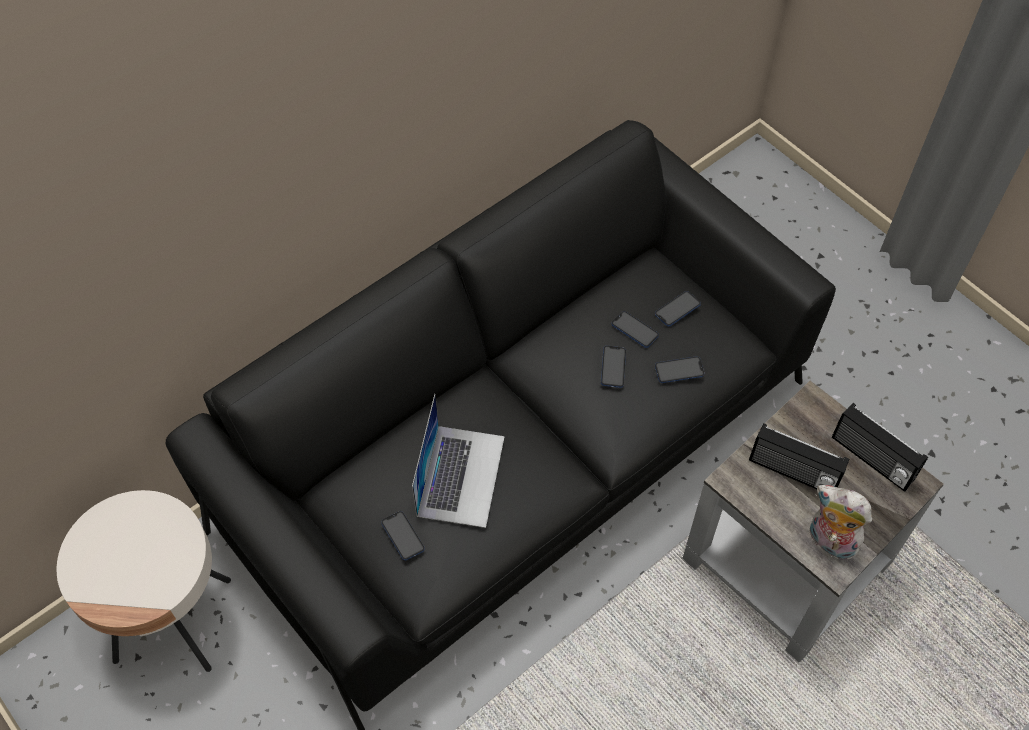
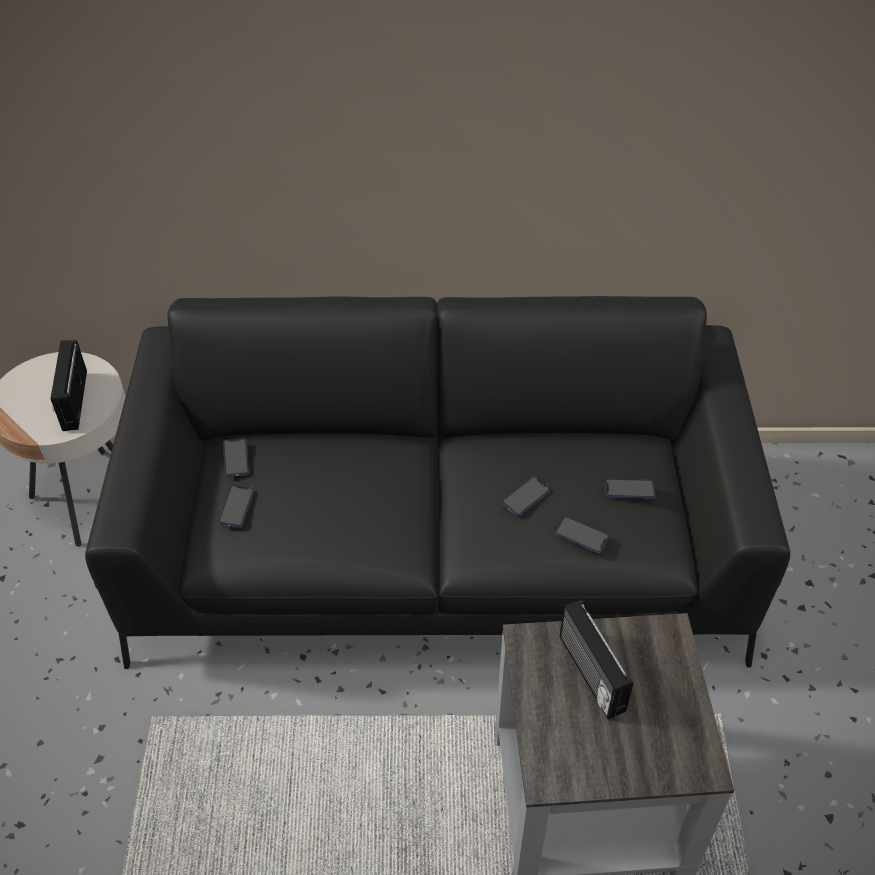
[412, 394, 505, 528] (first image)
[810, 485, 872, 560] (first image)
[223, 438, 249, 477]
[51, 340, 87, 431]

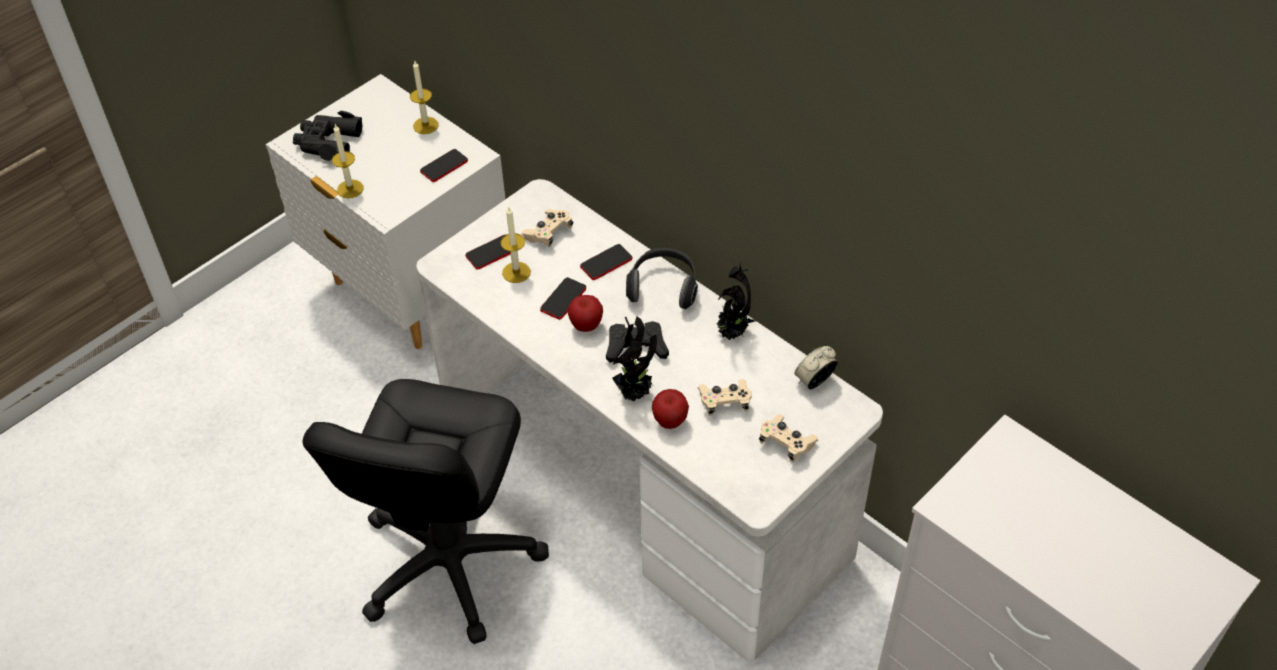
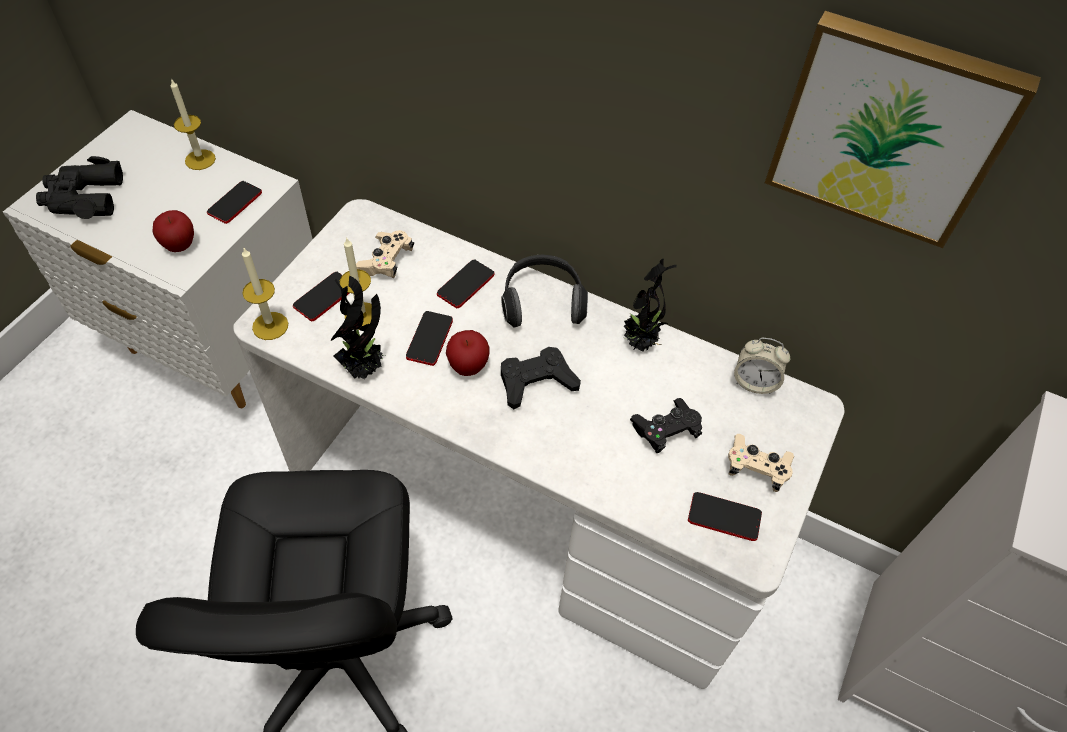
[688, 492, 762, 541]
[765, 11, 1041, 248]
[242, 248, 288, 340]
[331, 275, 385, 379]
[153, 210, 194, 252]
[630, 398, 702, 453]
[734, 338, 790, 394]

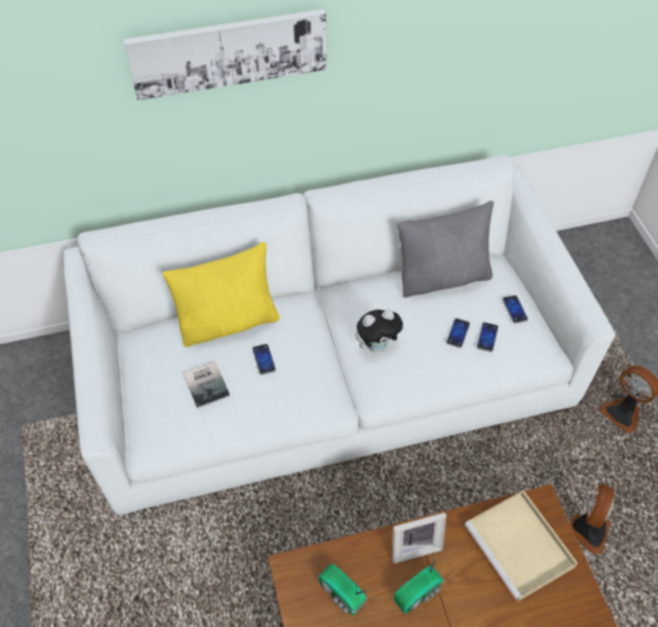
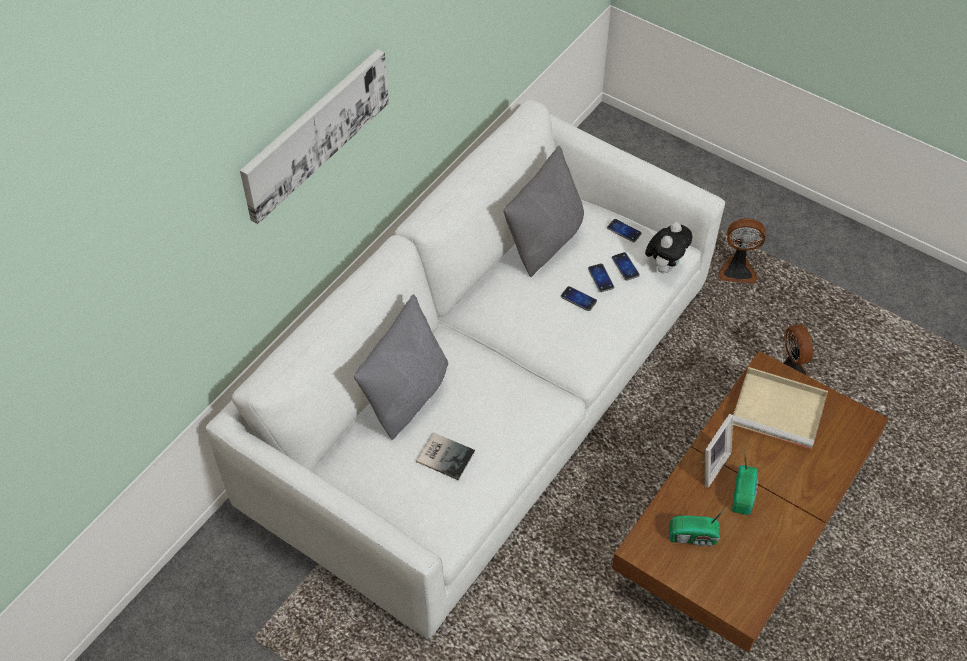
[561, 286, 597, 311]
[645, 222, 692, 273]
[354, 294, 448, 440]

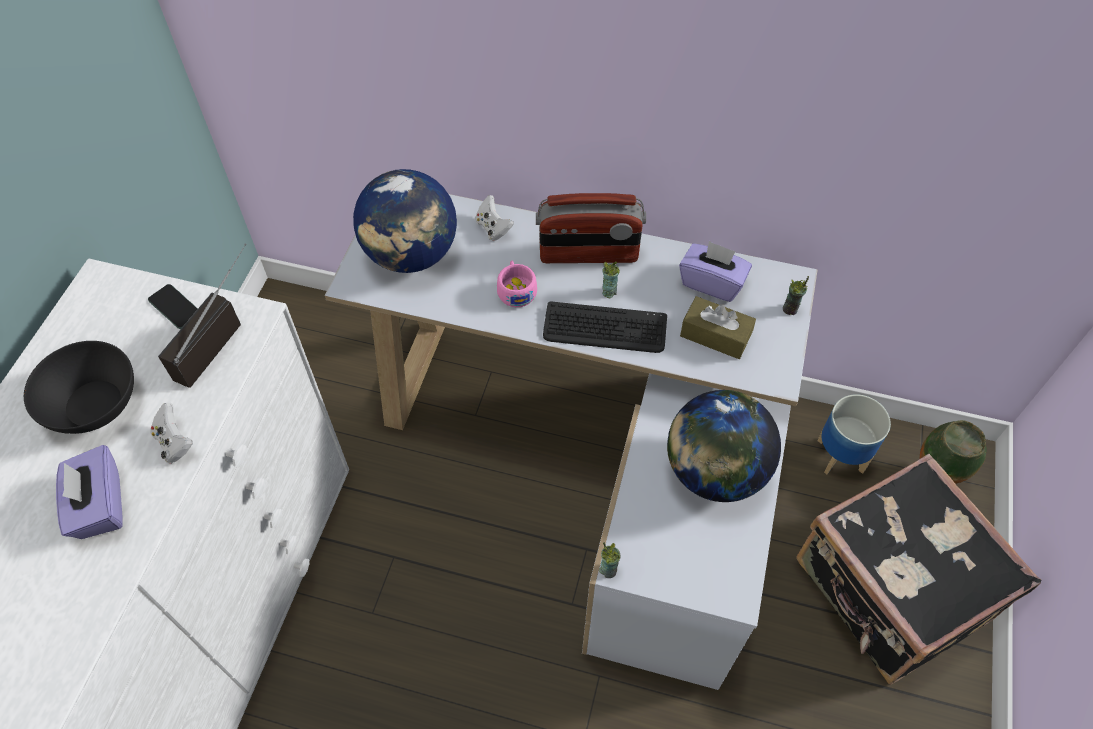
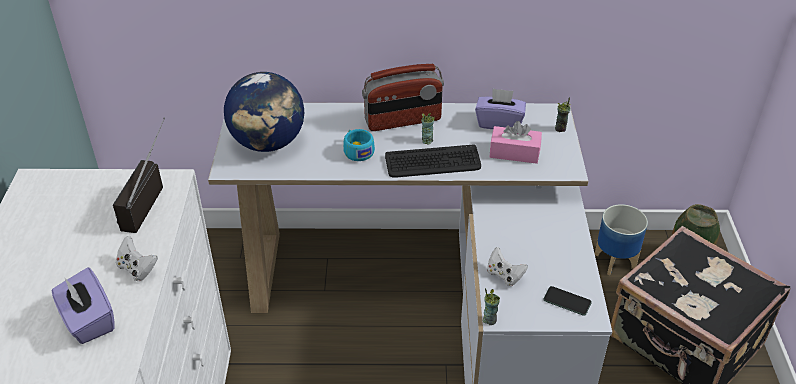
[24, 341, 134, 434] (first image)
[667, 390, 781, 502] (first image)
[543, 286, 592, 316]
[487, 247, 528, 286]
[343, 129, 375, 161]
[490, 121, 542, 164]

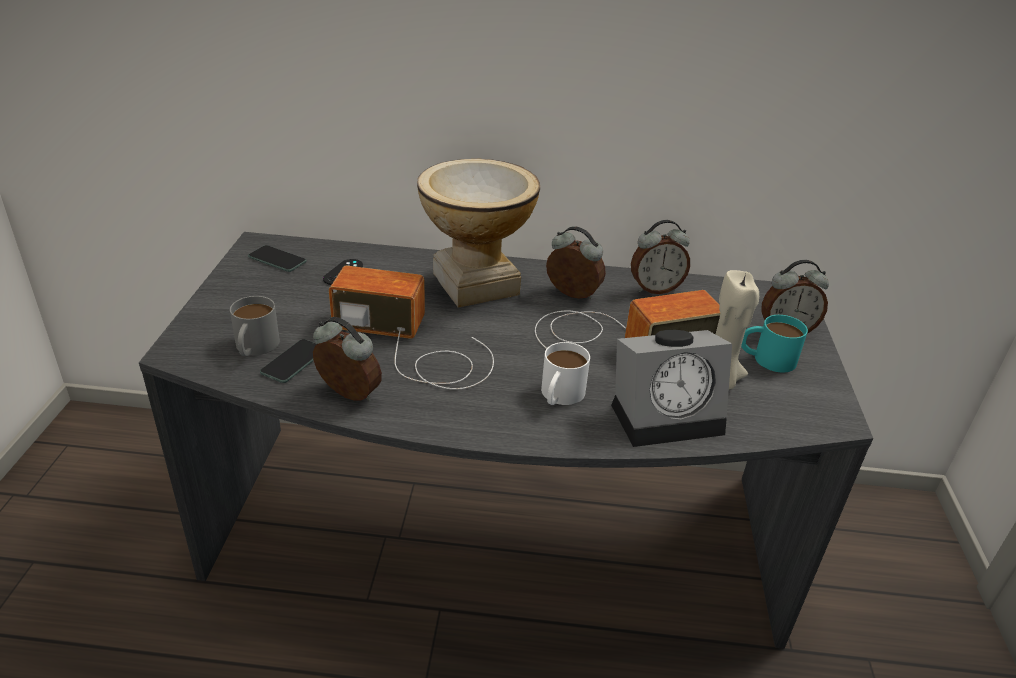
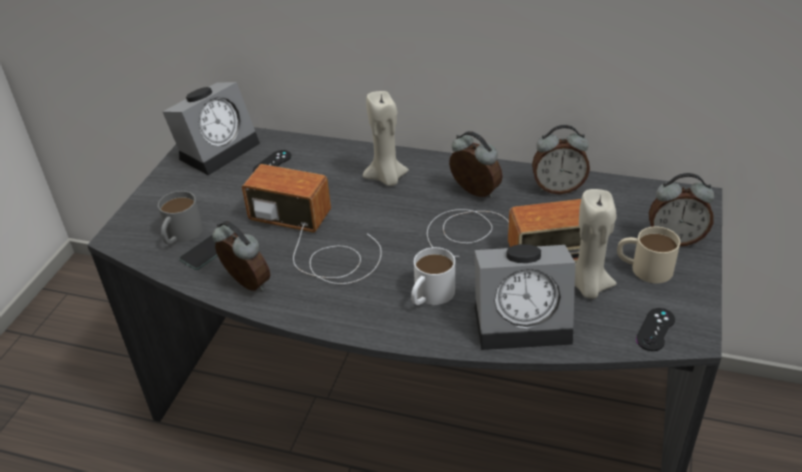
[636, 308, 675, 351]
[163, 82, 260, 175]
[363, 91, 409, 186]
[617, 226, 680, 283]

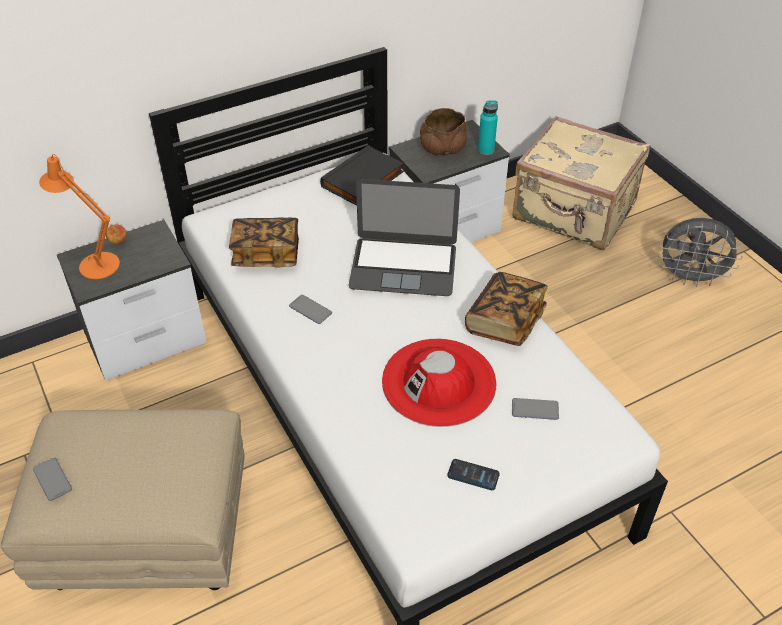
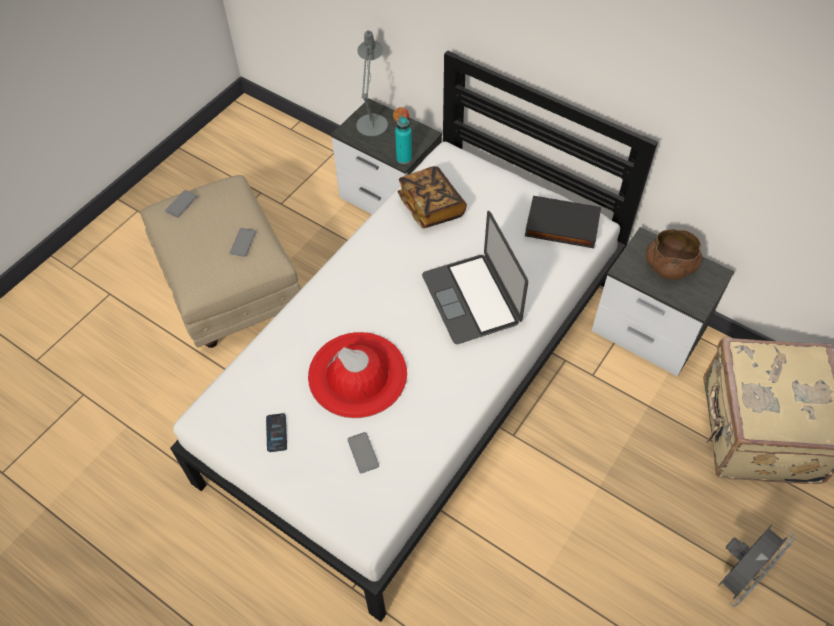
[465, 272, 548, 346] (first image)
[230, 228, 256, 257]
[395, 116, 412, 164]
[356, 30, 388, 136]
[718, 525, 795, 607]

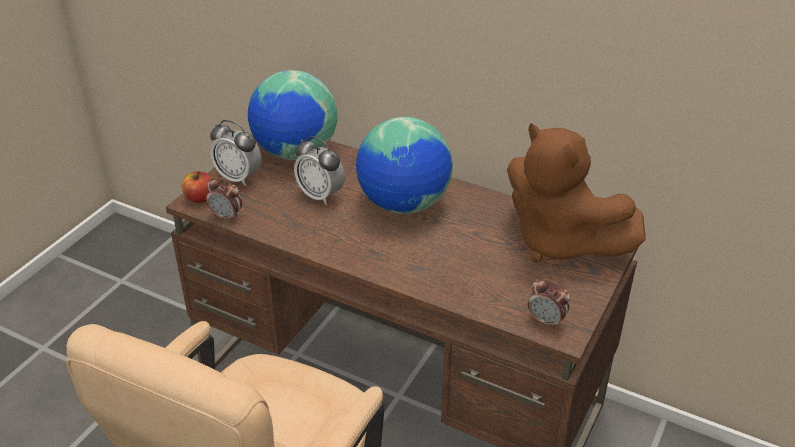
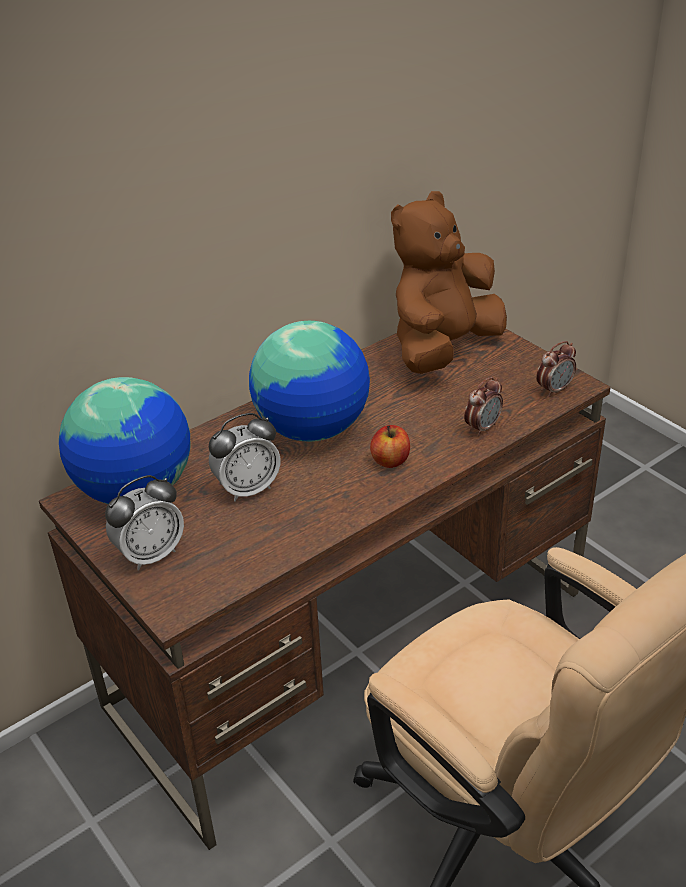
[370, 425, 410, 468]
[464, 377, 503, 436]
[391, 191, 507, 374]

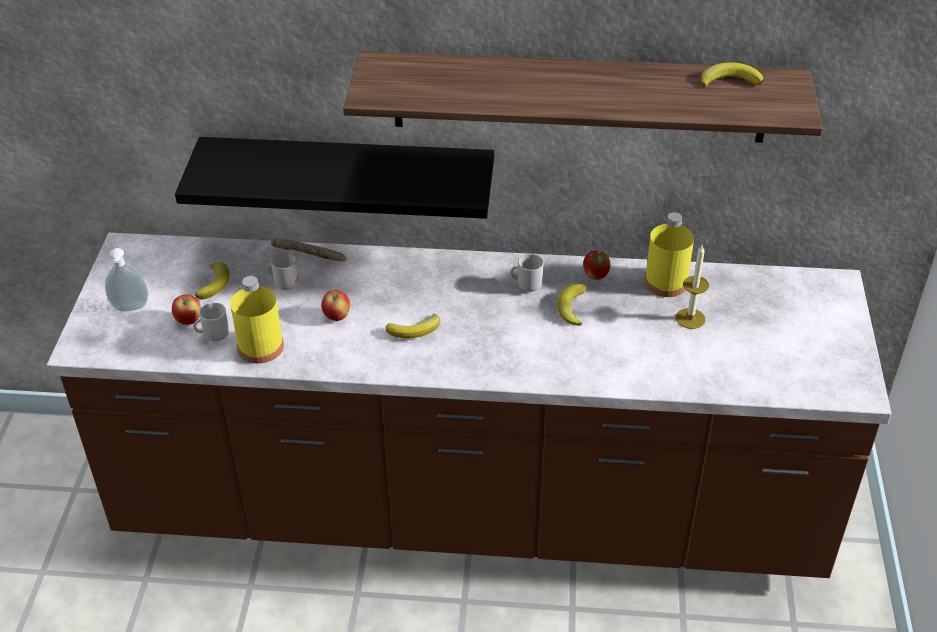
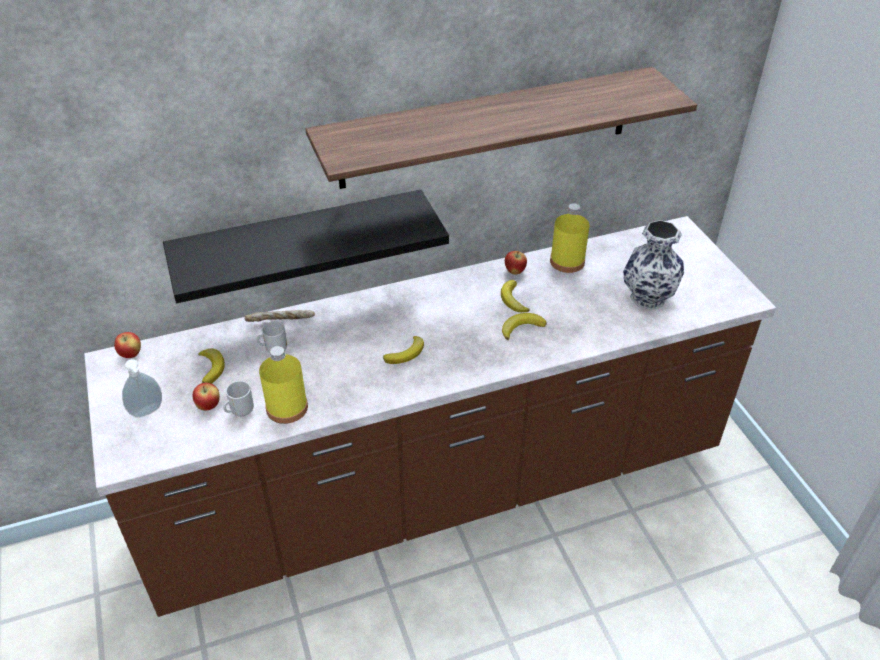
[510, 254, 544, 292] (first image)
[676, 245, 709, 329] (first image)
[623, 220, 684, 310]
[114, 332, 141, 358]
[502, 313, 547, 340]

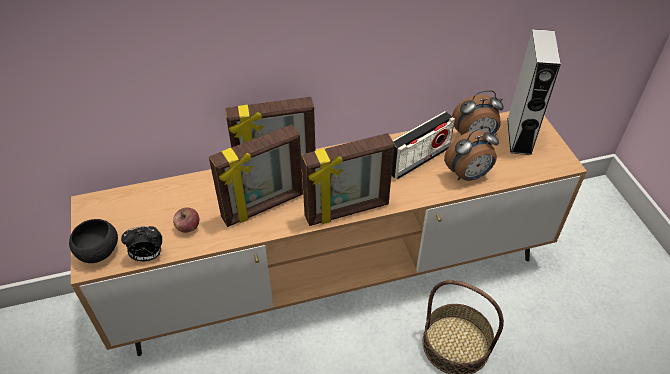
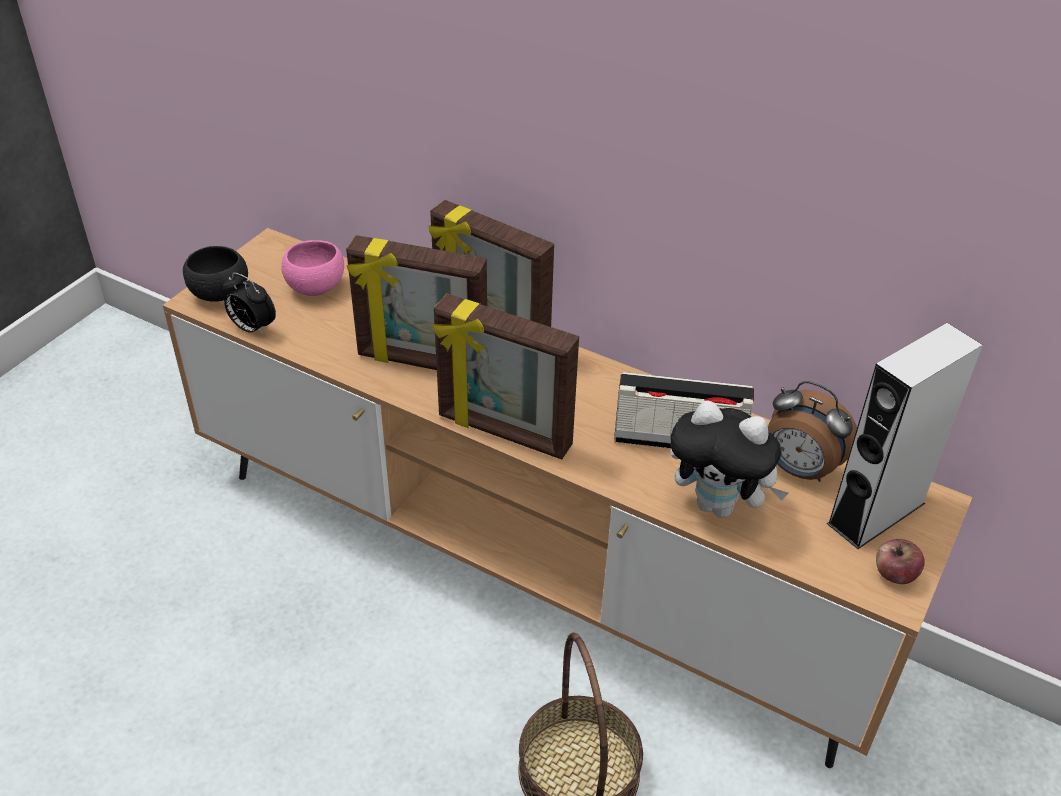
[281, 240, 344, 296]
[876, 539, 925, 584]
[670, 401, 788, 518]

